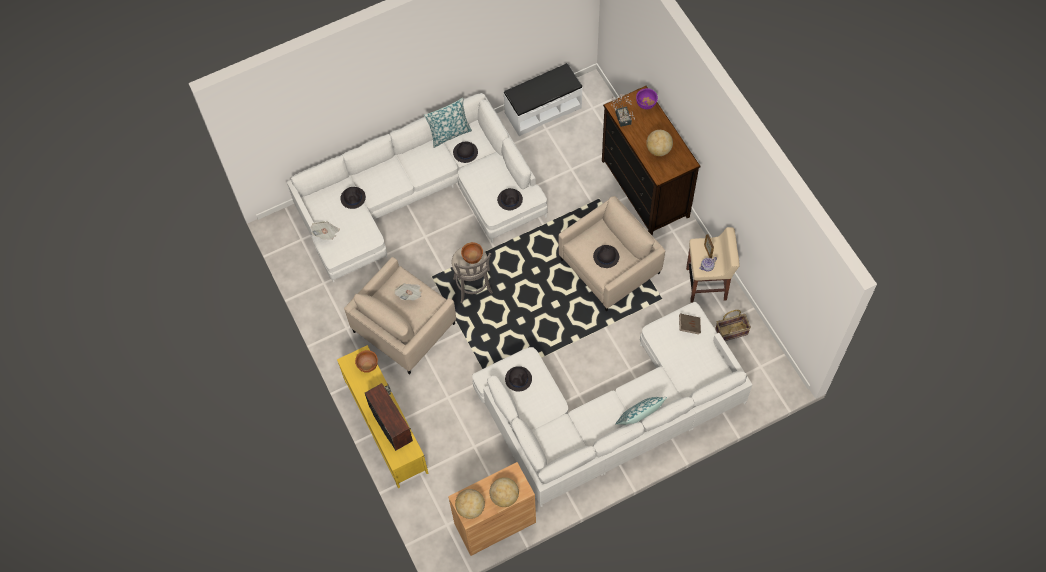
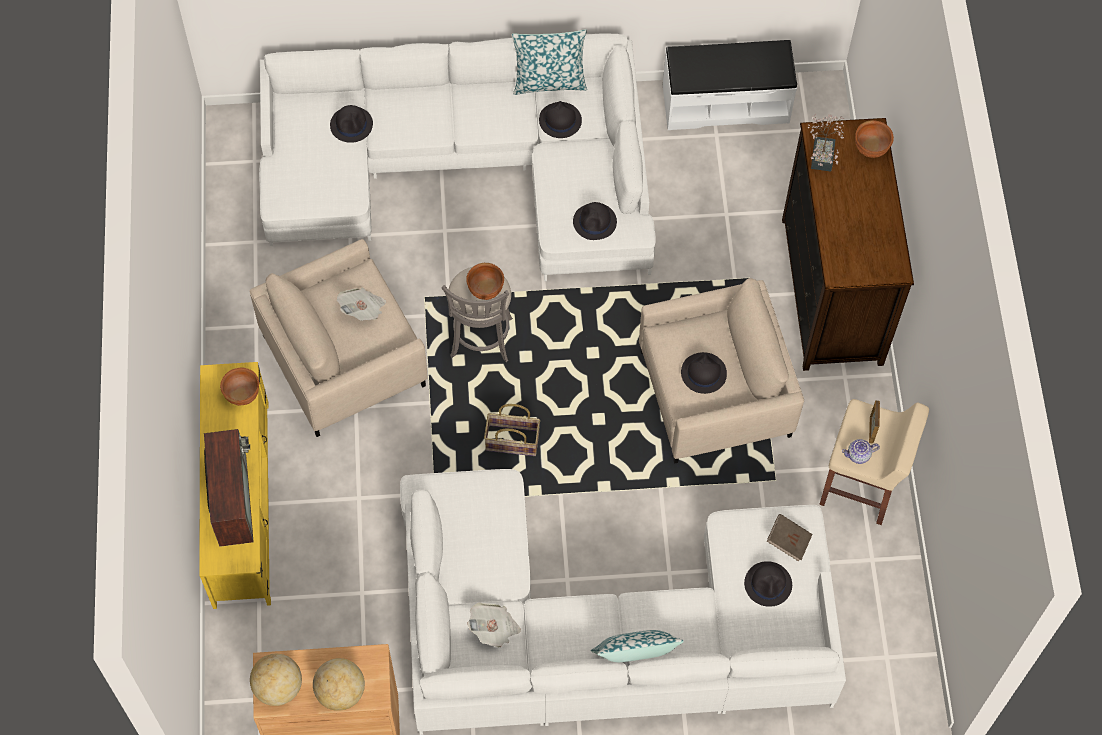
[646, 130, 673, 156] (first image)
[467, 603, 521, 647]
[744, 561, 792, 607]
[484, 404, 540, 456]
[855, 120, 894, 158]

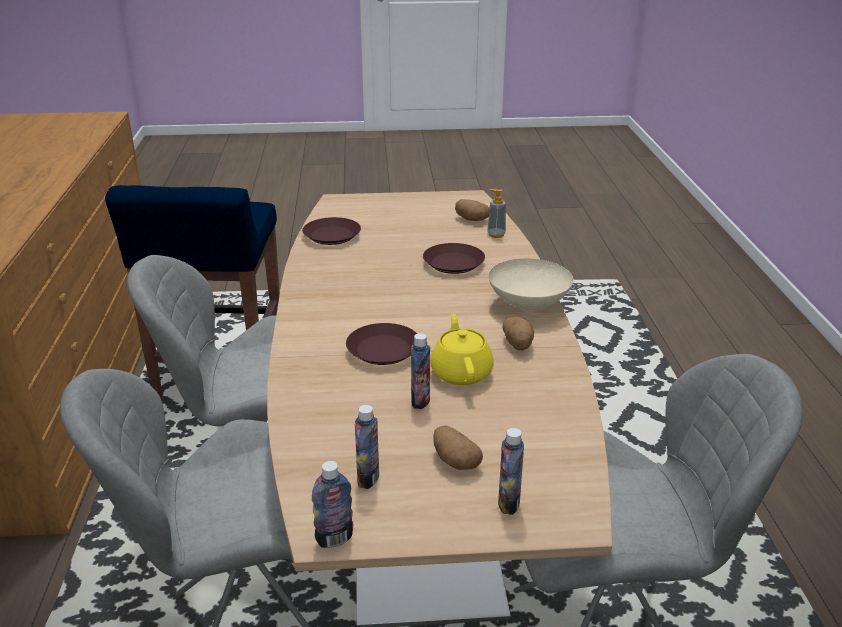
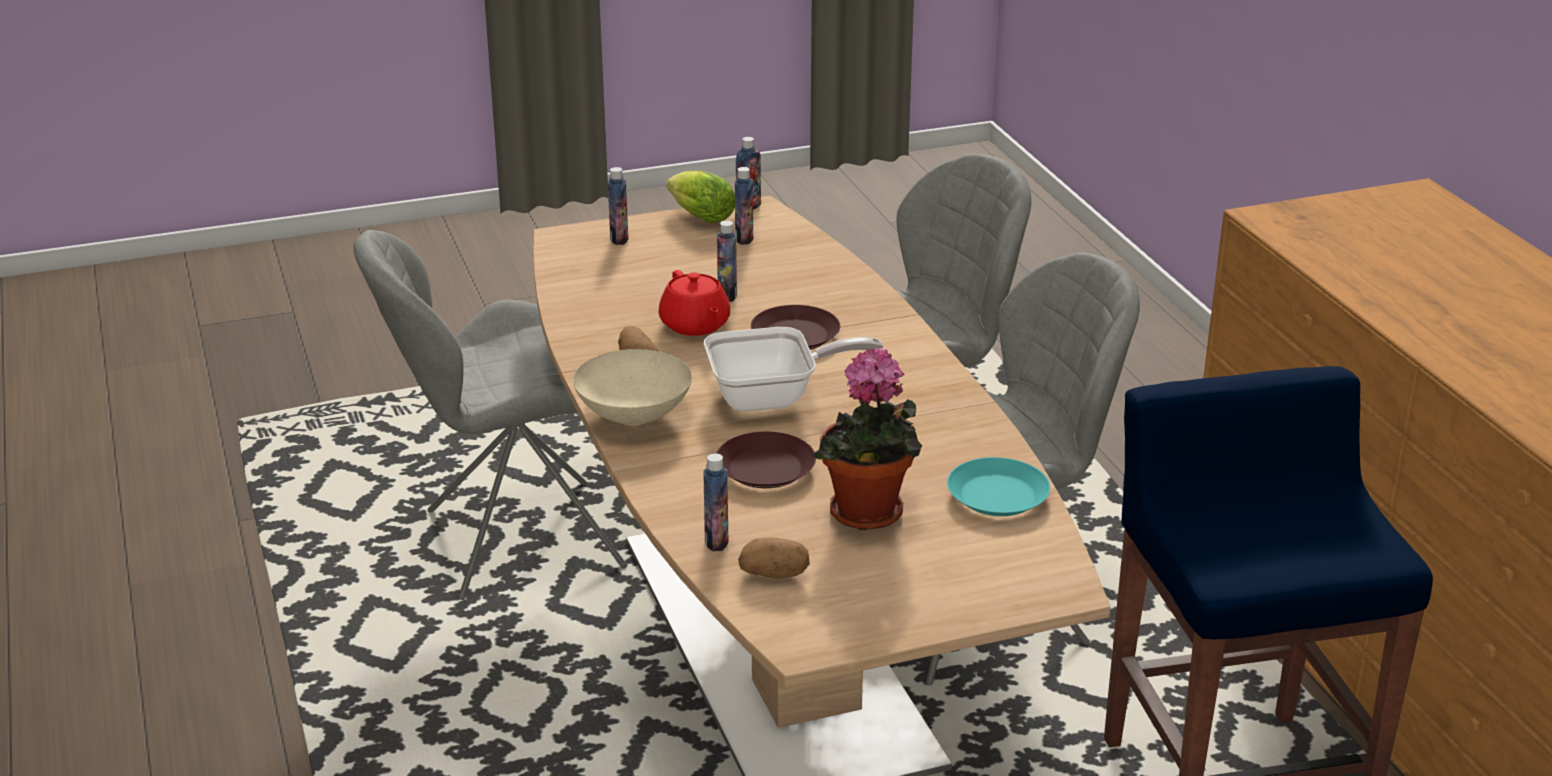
[433, 426, 483, 470] (first image)
[666, 171, 735, 223]
[704, 327, 883, 412]
[813, 348, 922, 530]
[703, 453, 729, 551]
[947, 457, 1050, 516]
[659, 270, 730, 336]

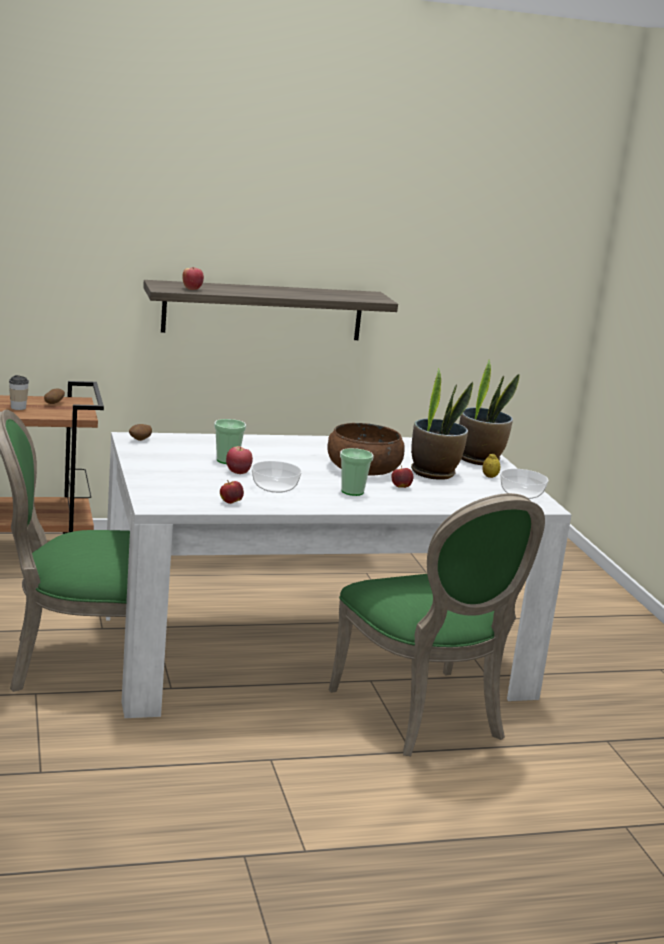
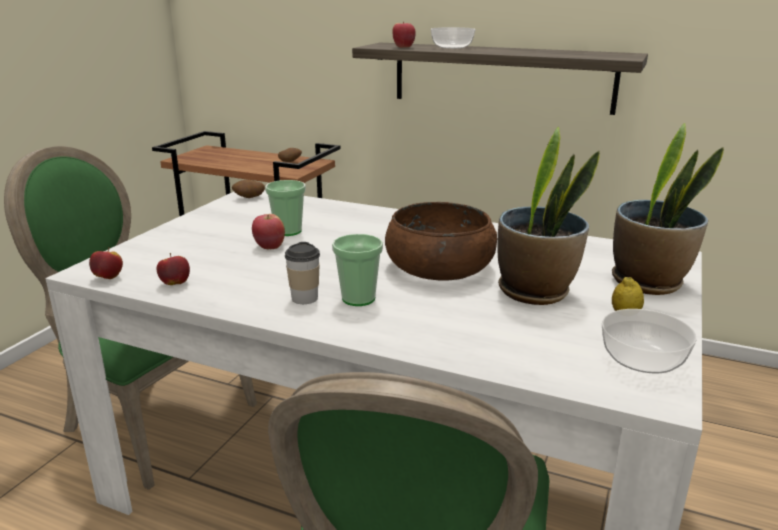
[285, 242, 320, 304]
[431, 27, 475, 49]
[89, 247, 123, 279]

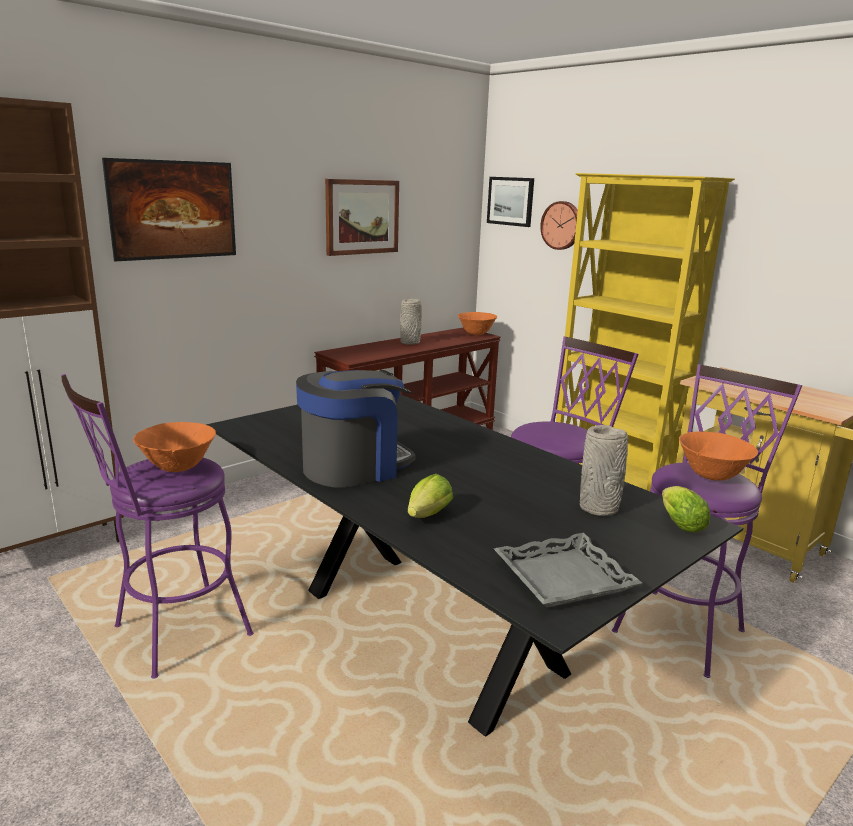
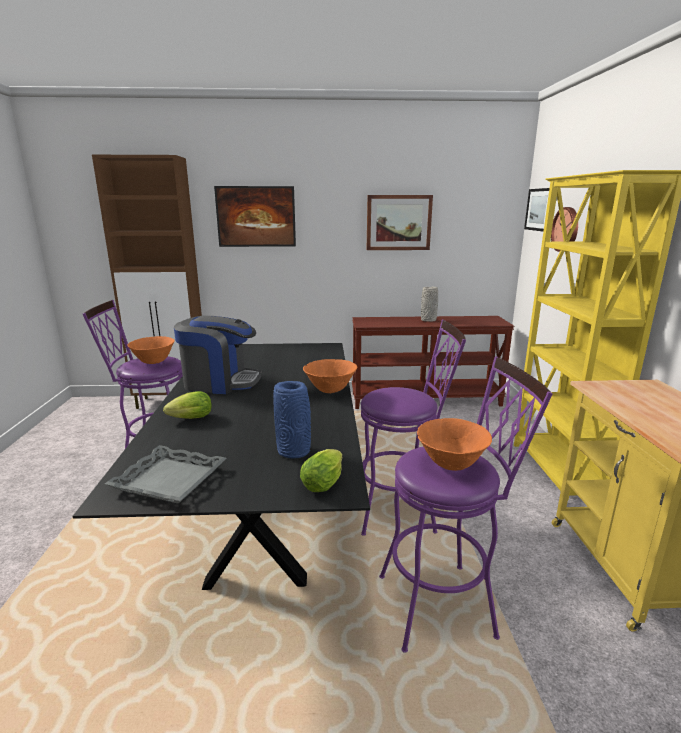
[303, 359, 357, 393]
[273, 381, 311, 458]

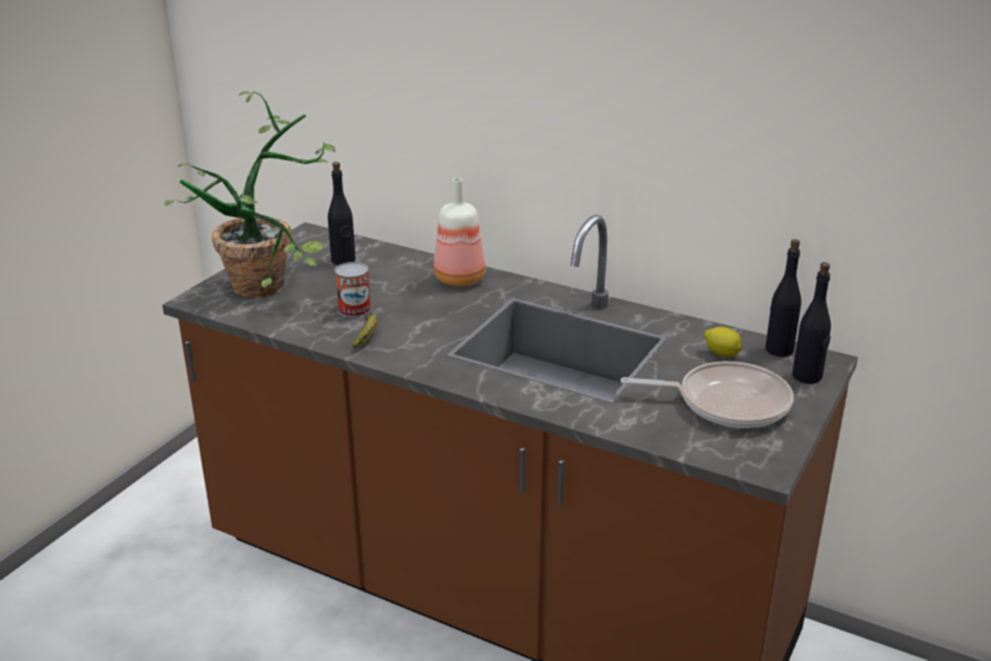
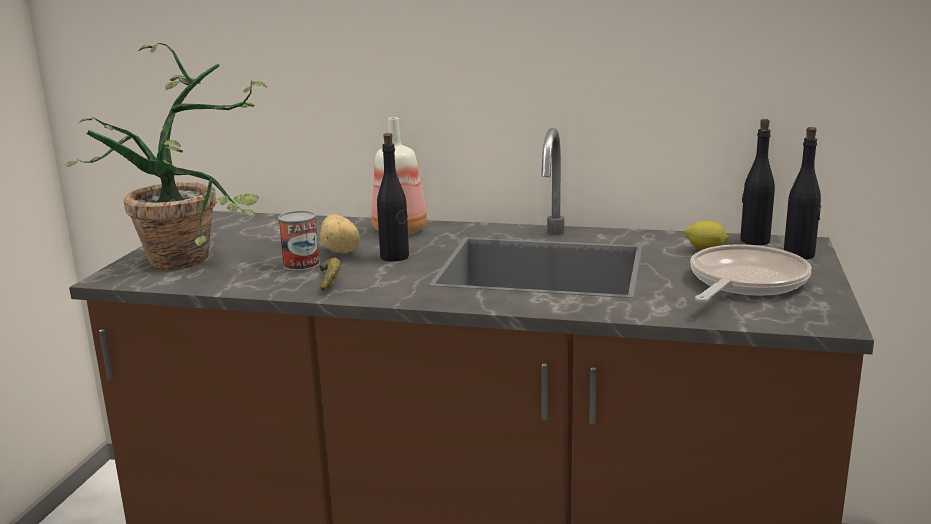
[320, 214, 360, 254]
[377, 133, 409, 261]
[690, 244, 811, 302]

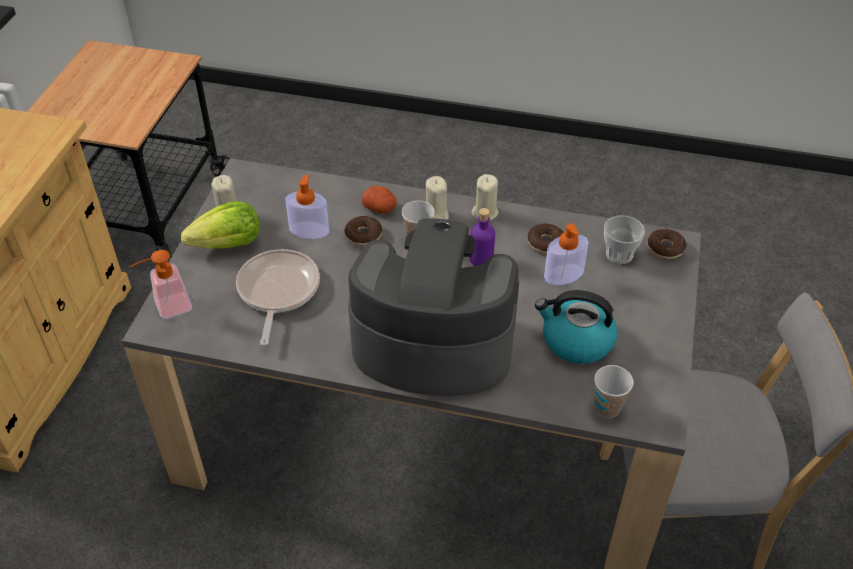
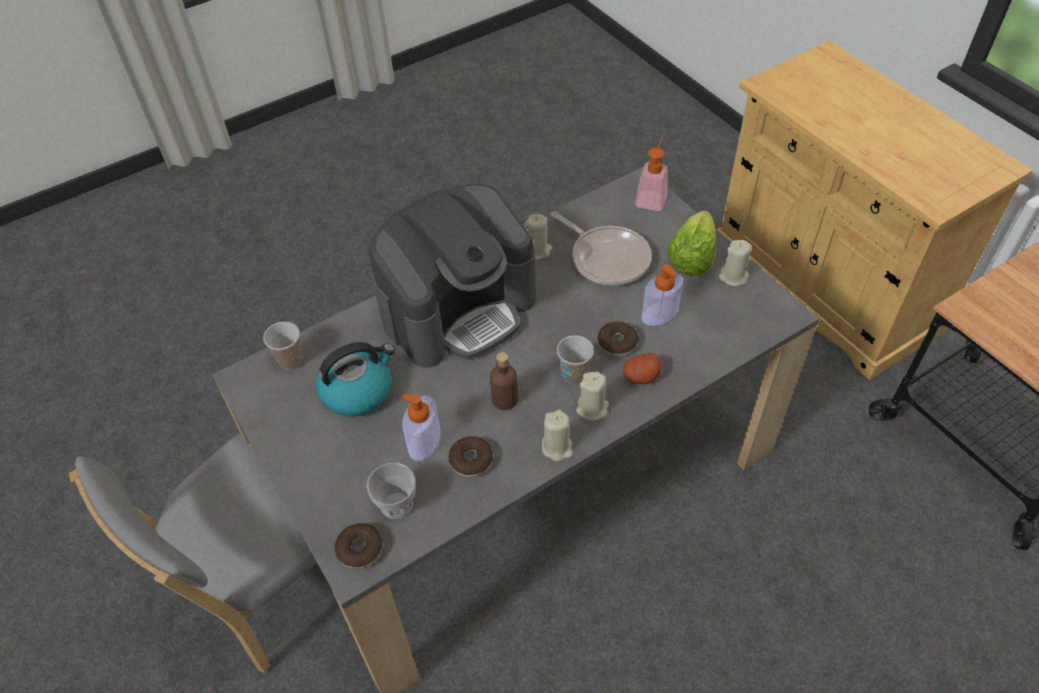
[524, 214, 552, 259]
[490, 352, 518, 410]

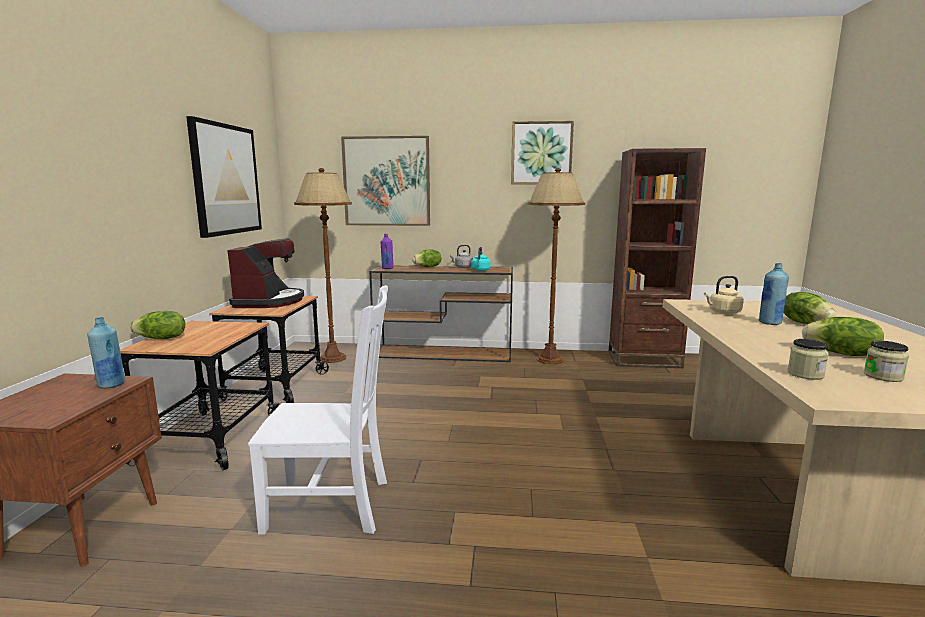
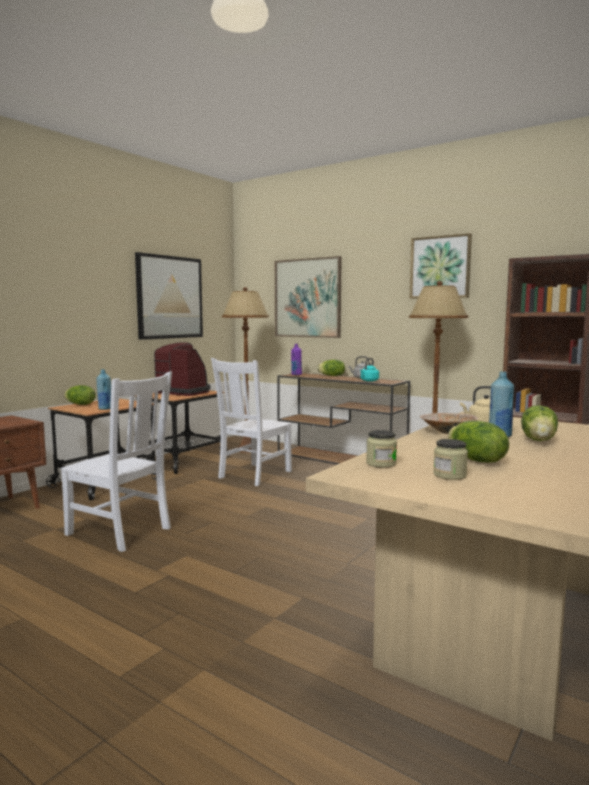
[211, 358, 292, 486]
[420, 413, 478, 434]
[96, 369, 111, 410]
[154, 342, 211, 396]

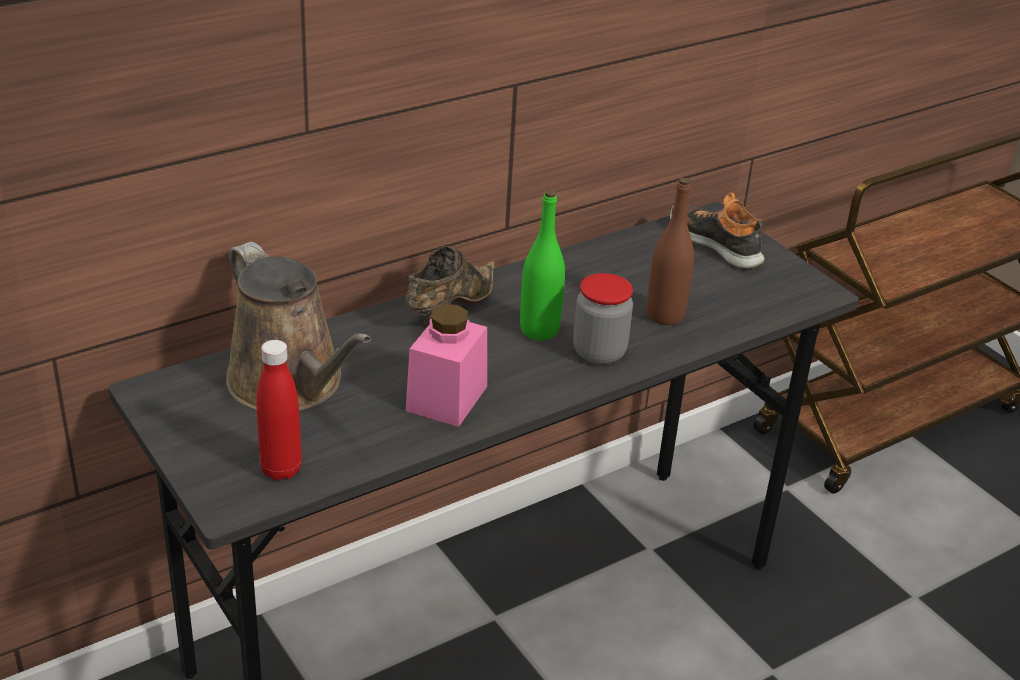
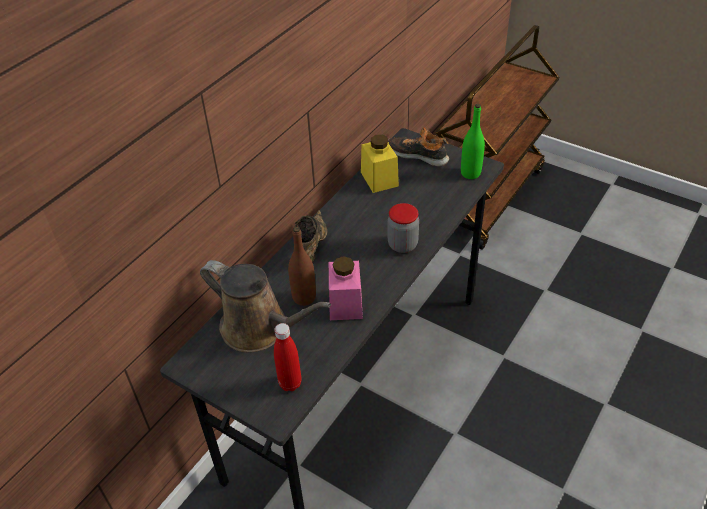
[361, 135, 399, 193]
[461, 104, 485, 179]
[288, 227, 316, 306]

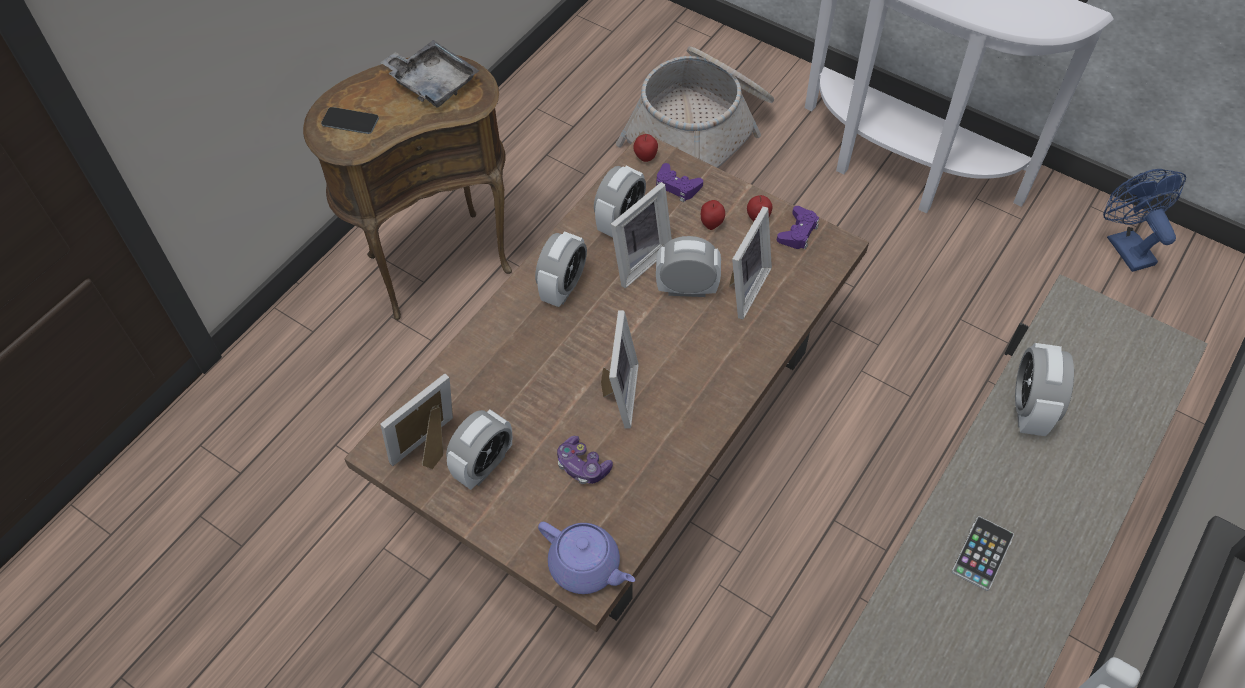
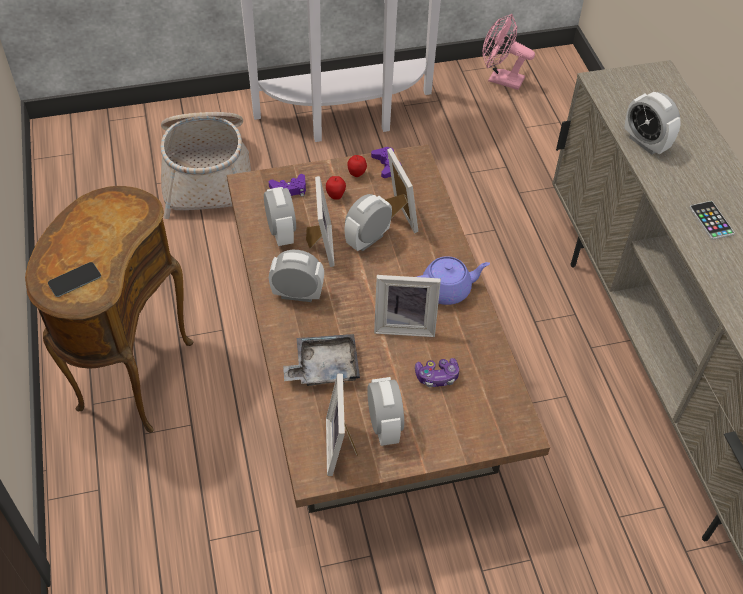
[633, 134, 658, 162] (first image)
[283, 334, 360, 386]
[417, 256, 490, 305]
[482, 14, 535, 90]
[269, 250, 324, 302]
[374, 275, 441, 337]

